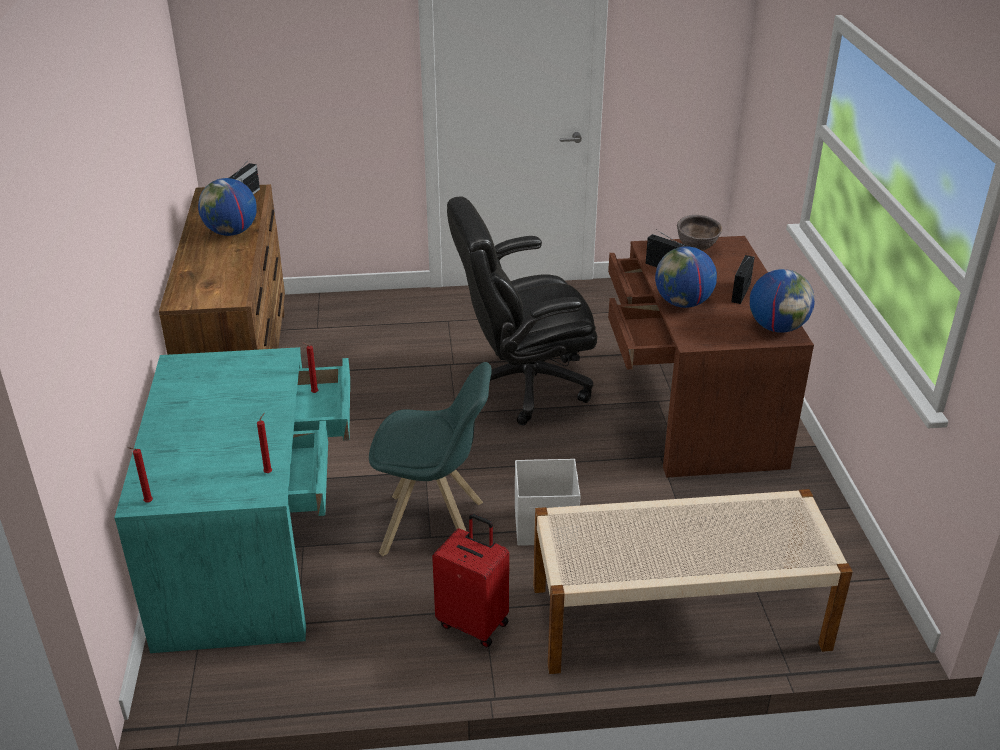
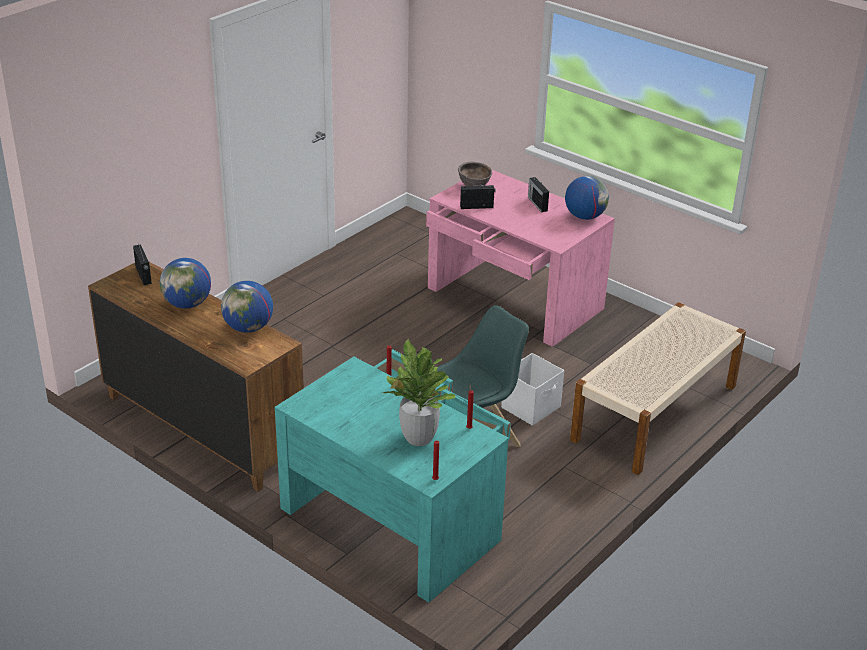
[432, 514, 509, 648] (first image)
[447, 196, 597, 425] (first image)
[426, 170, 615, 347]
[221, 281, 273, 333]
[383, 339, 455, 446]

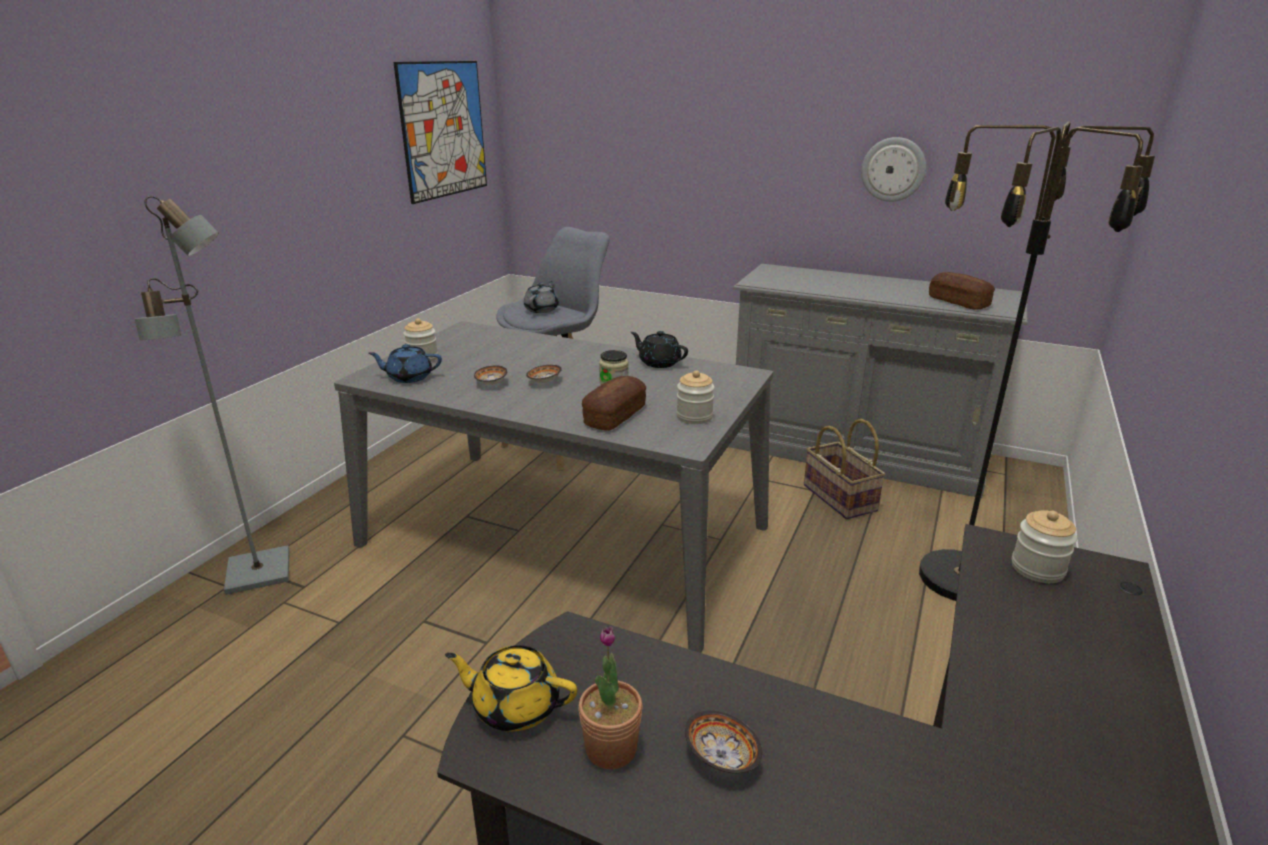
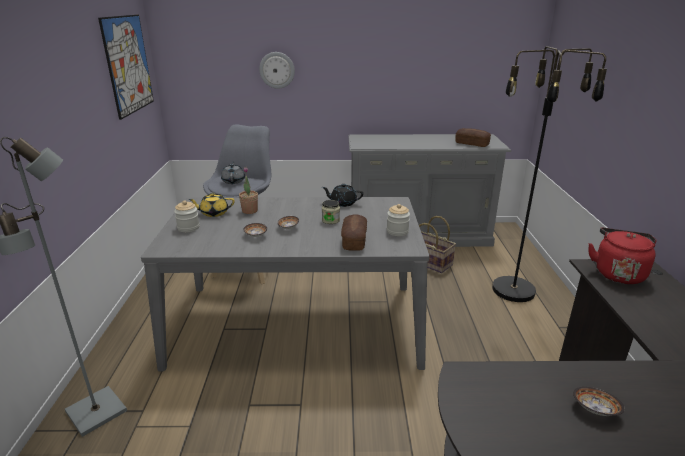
[368, 344, 442, 383] (first image)
[188, 193, 235, 217]
[239, 167, 258, 214]
[259, 52, 295, 89]
[588, 228, 656, 284]

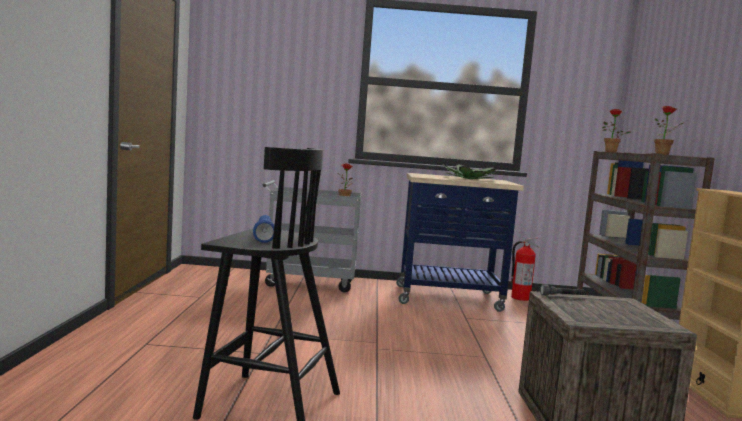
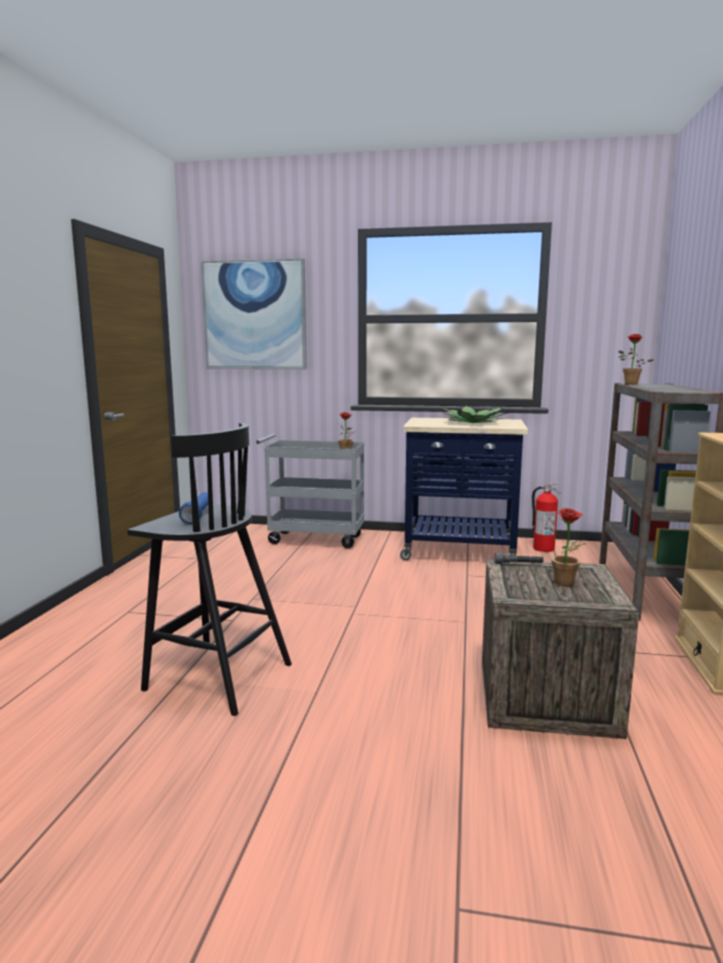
[550, 508, 586, 586]
[201, 258, 307, 369]

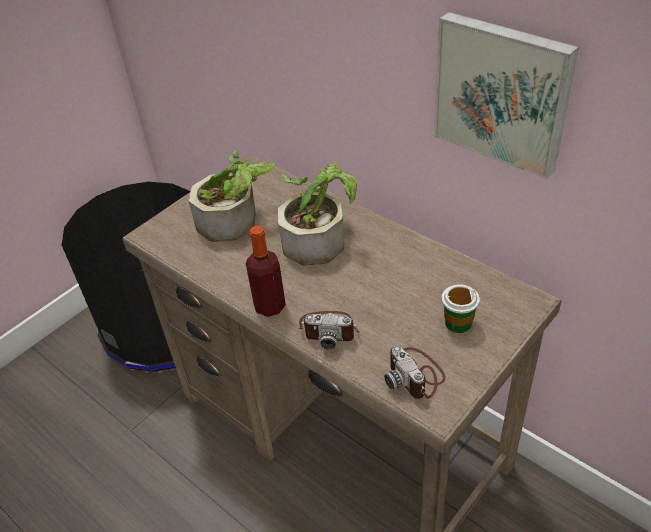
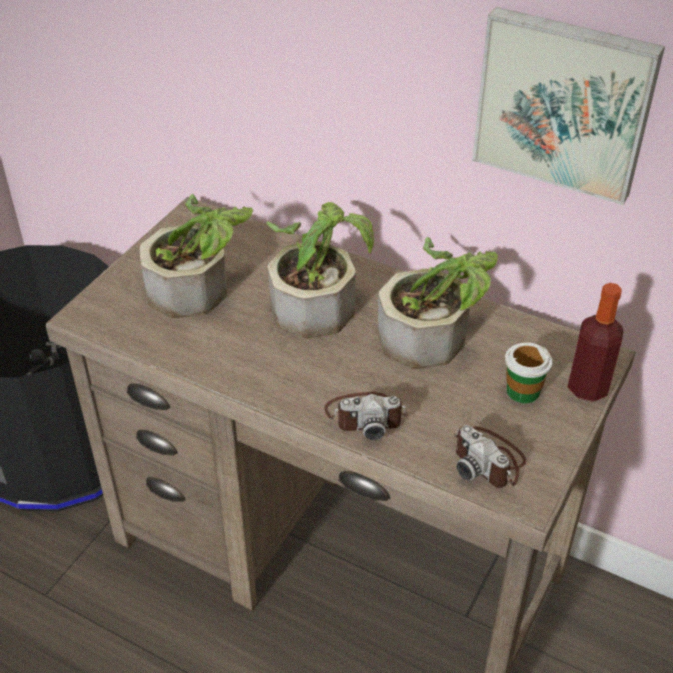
[568, 283, 623, 402]
[378, 237, 498, 369]

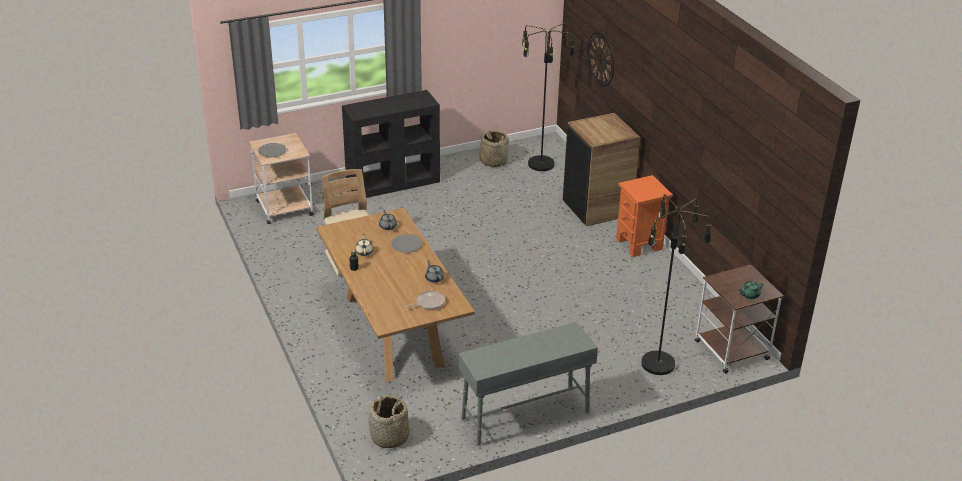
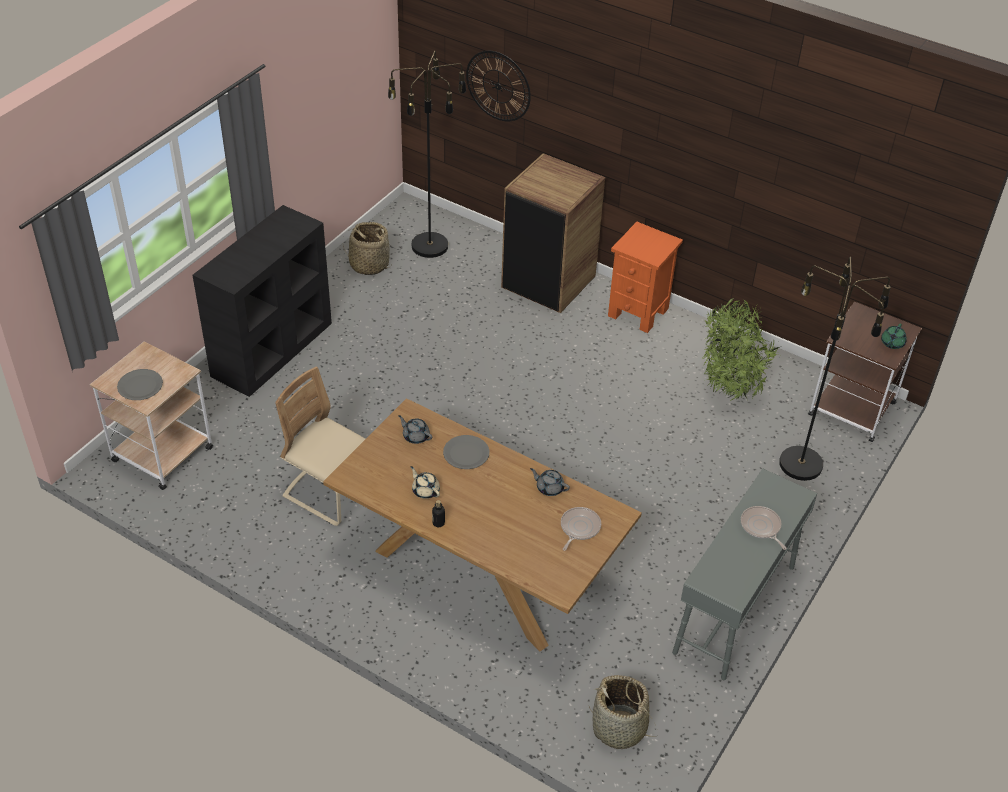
[703, 298, 779, 402]
[741, 506, 787, 550]

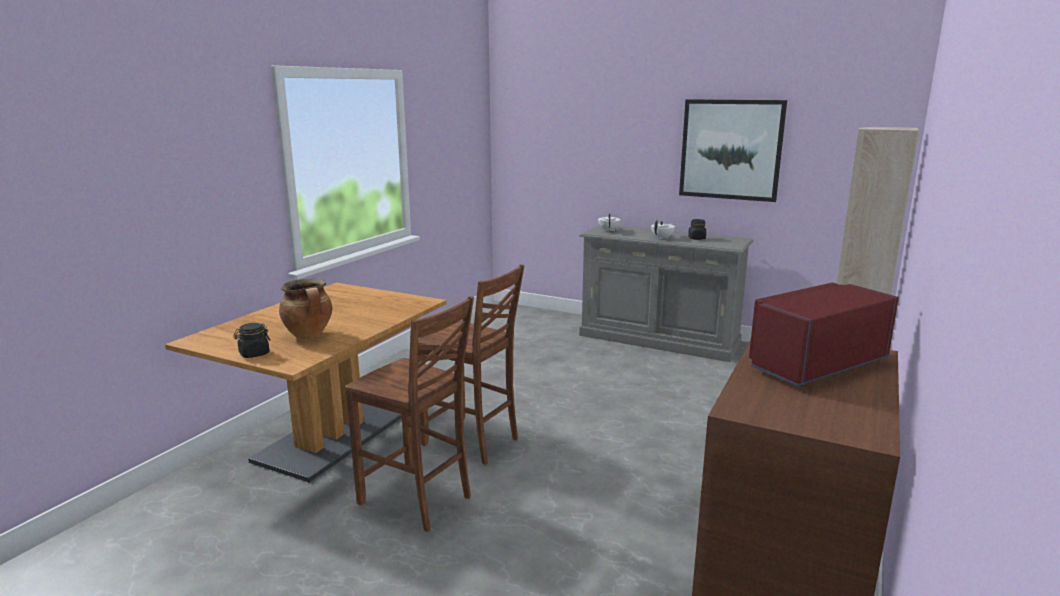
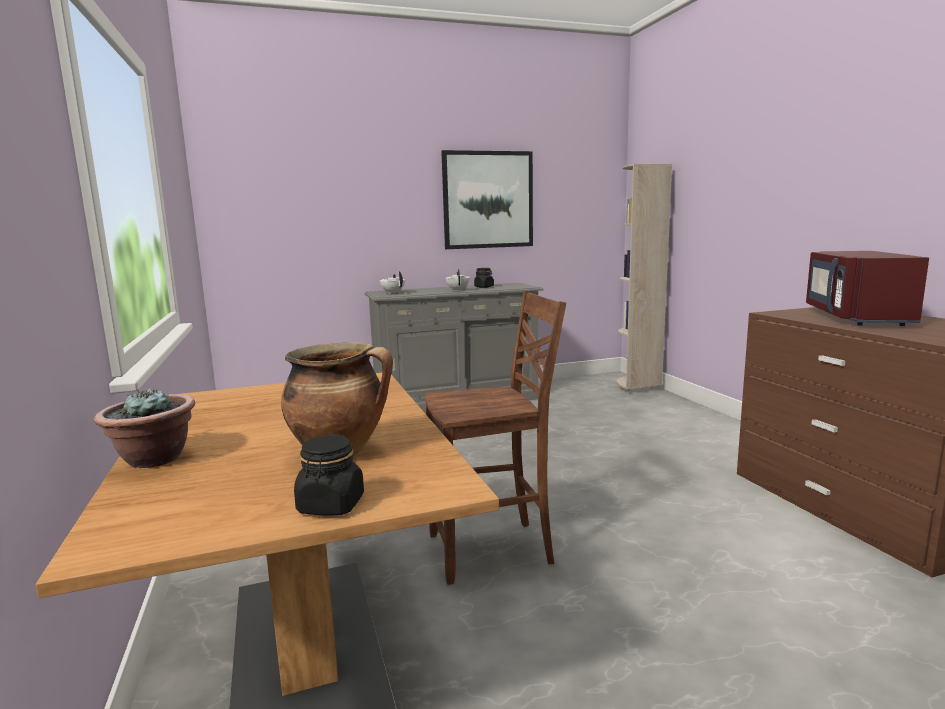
[345, 296, 474, 532] (first image)
[94, 388, 195, 468]

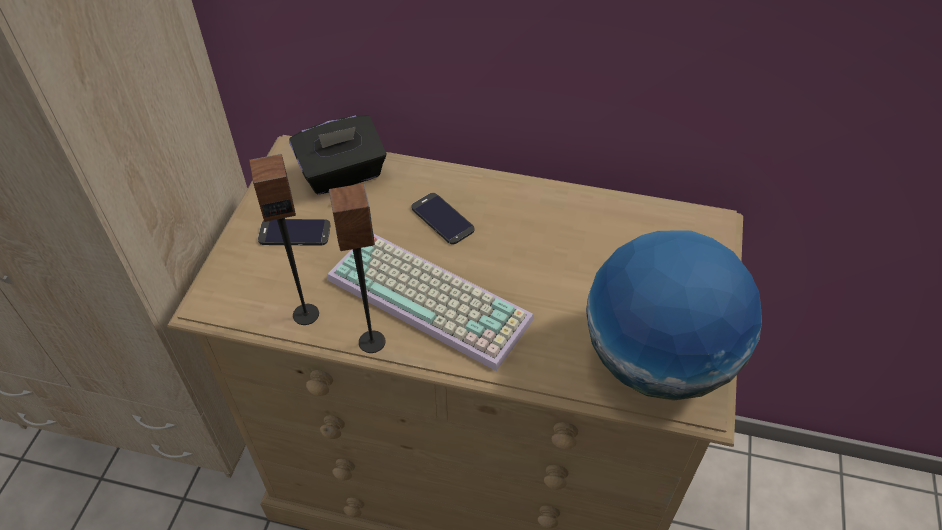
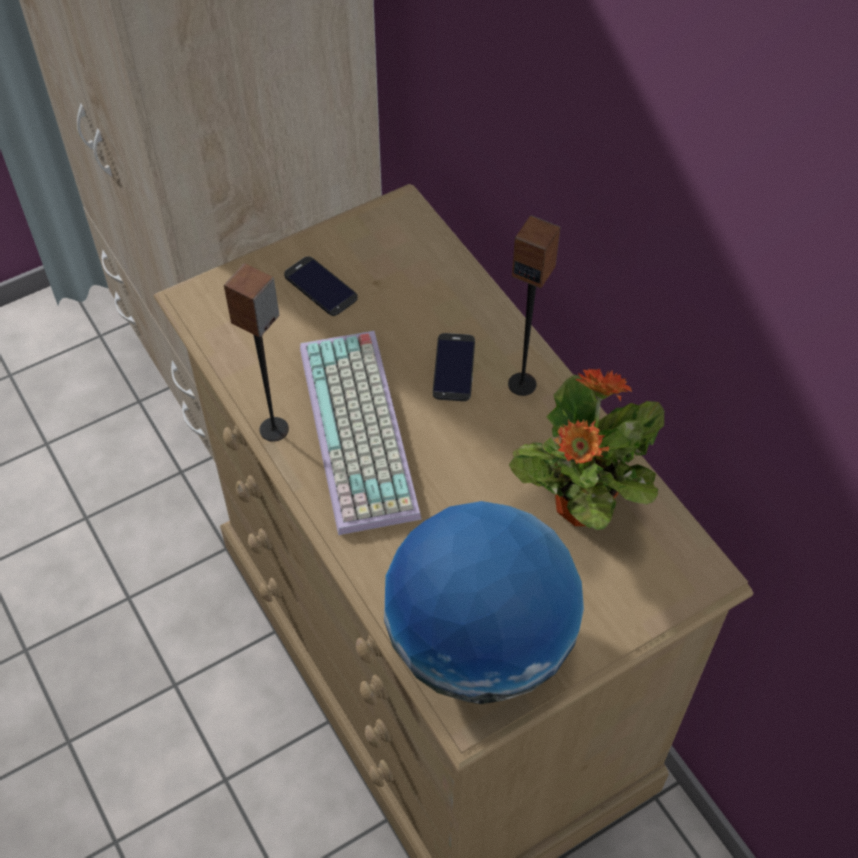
[508, 215, 560, 396]
[289, 115, 387, 195] (first image)
[509, 369, 664, 530]

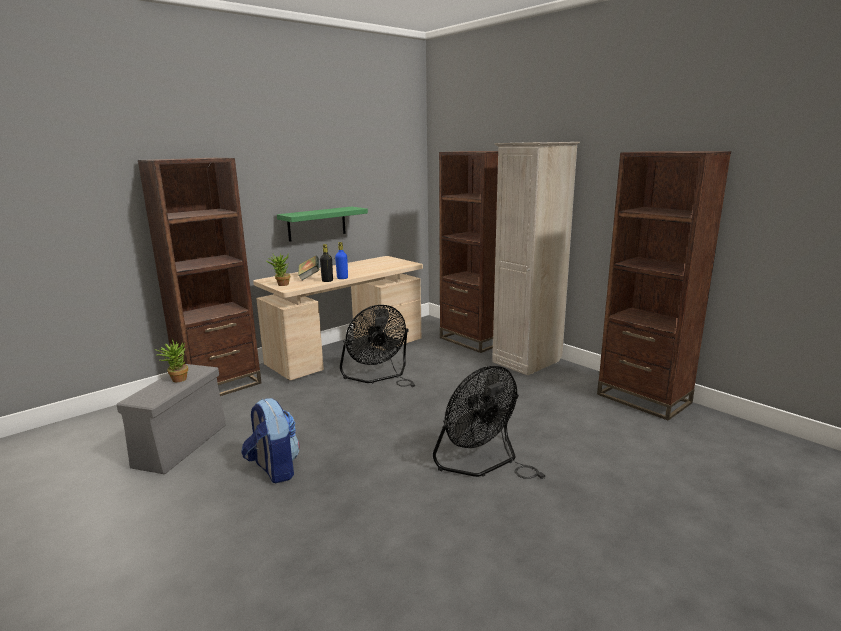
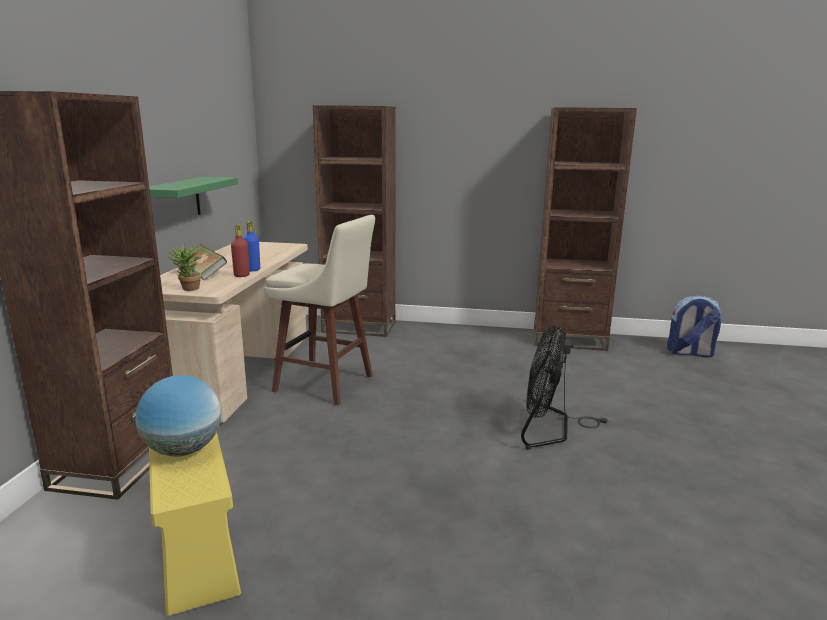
[149, 432, 241, 616]
[136, 375, 221, 456]
[667, 295, 721, 358]
[231, 225, 250, 277]
[264, 215, 375, 406]
[492, 142, 580, 375] (first image)

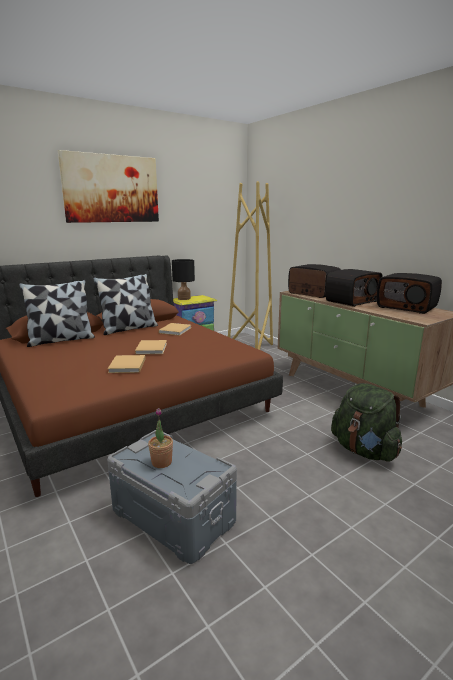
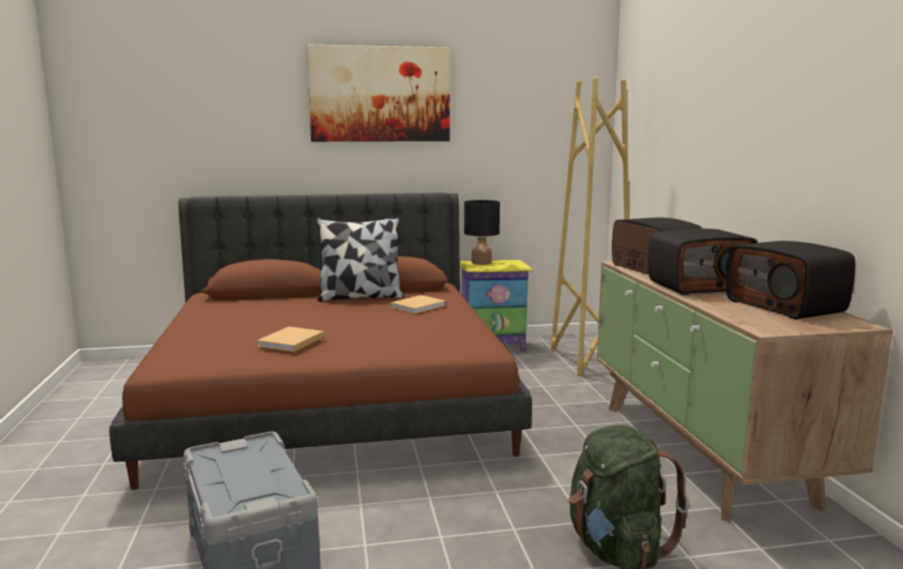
[19, 280, 95, 347] (first image)
[135, 340, 167, 354] (first image)
[148, 408, 173, 468] (first image)

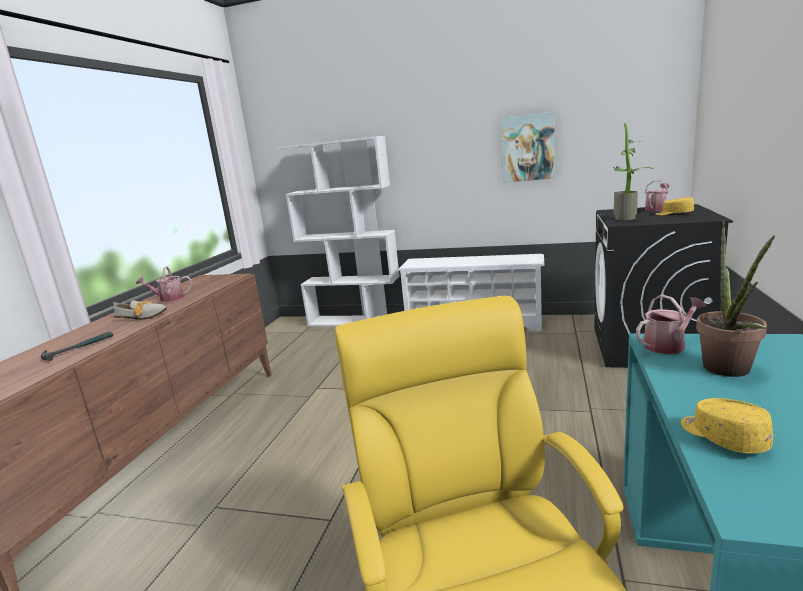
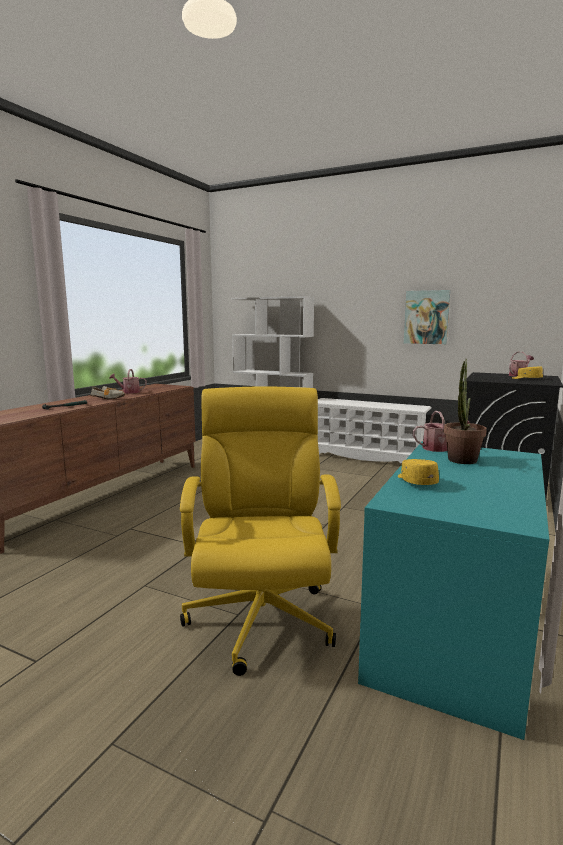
[613, 123, 654, 220] (first image)

